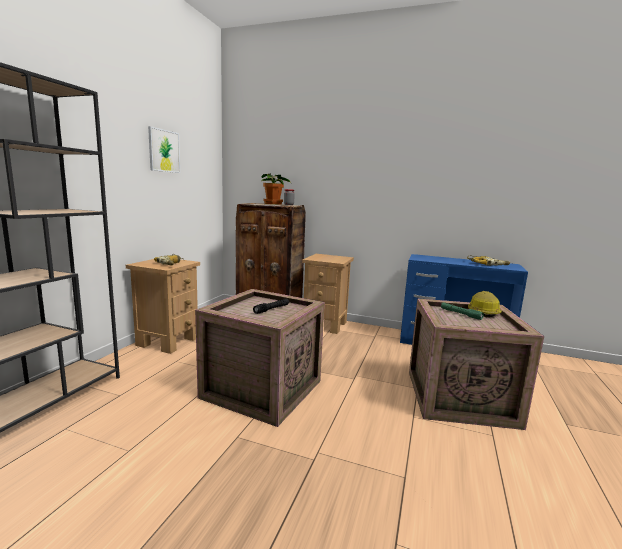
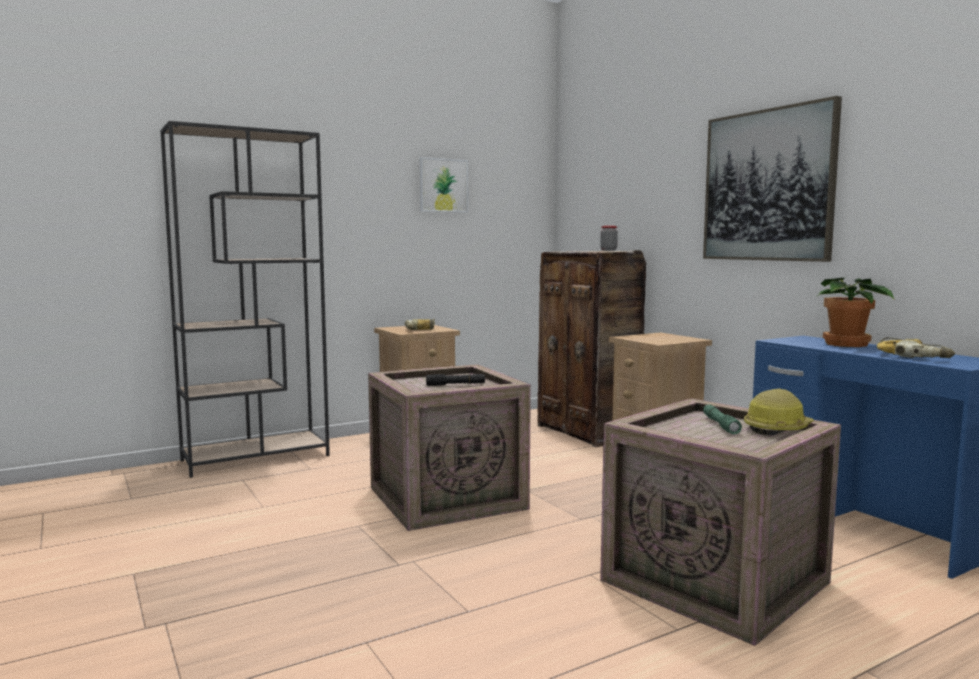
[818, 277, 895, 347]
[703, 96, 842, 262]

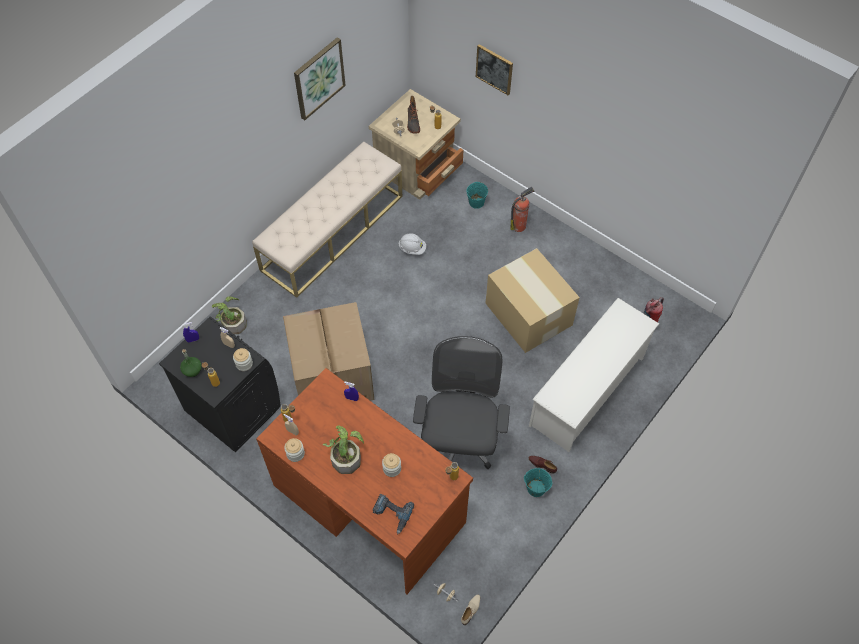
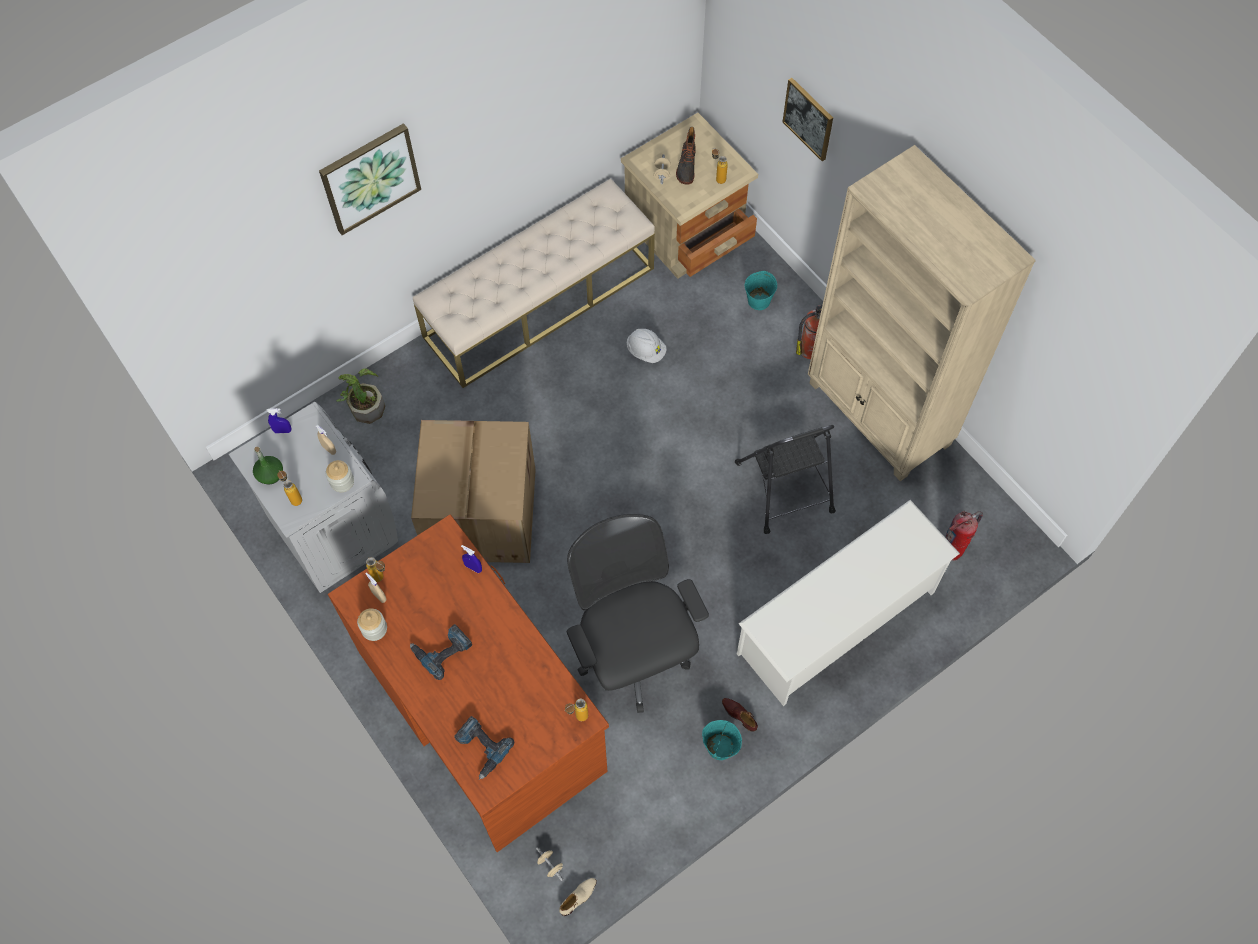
[229, 402, 398, 593]
[319, 123, 421, 235]
[410, 624, 472, 680]
[382, 453, 401, 477] (first image)
[567, 514, 709, 713]
[735, 425, 836, 534]
[808, 145, 1036, 481]

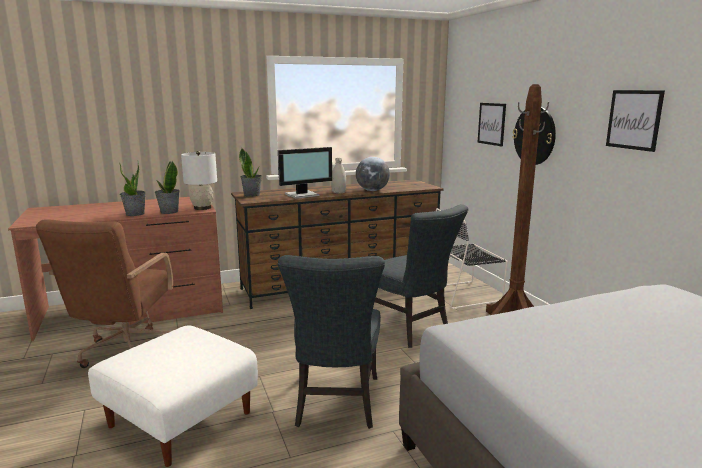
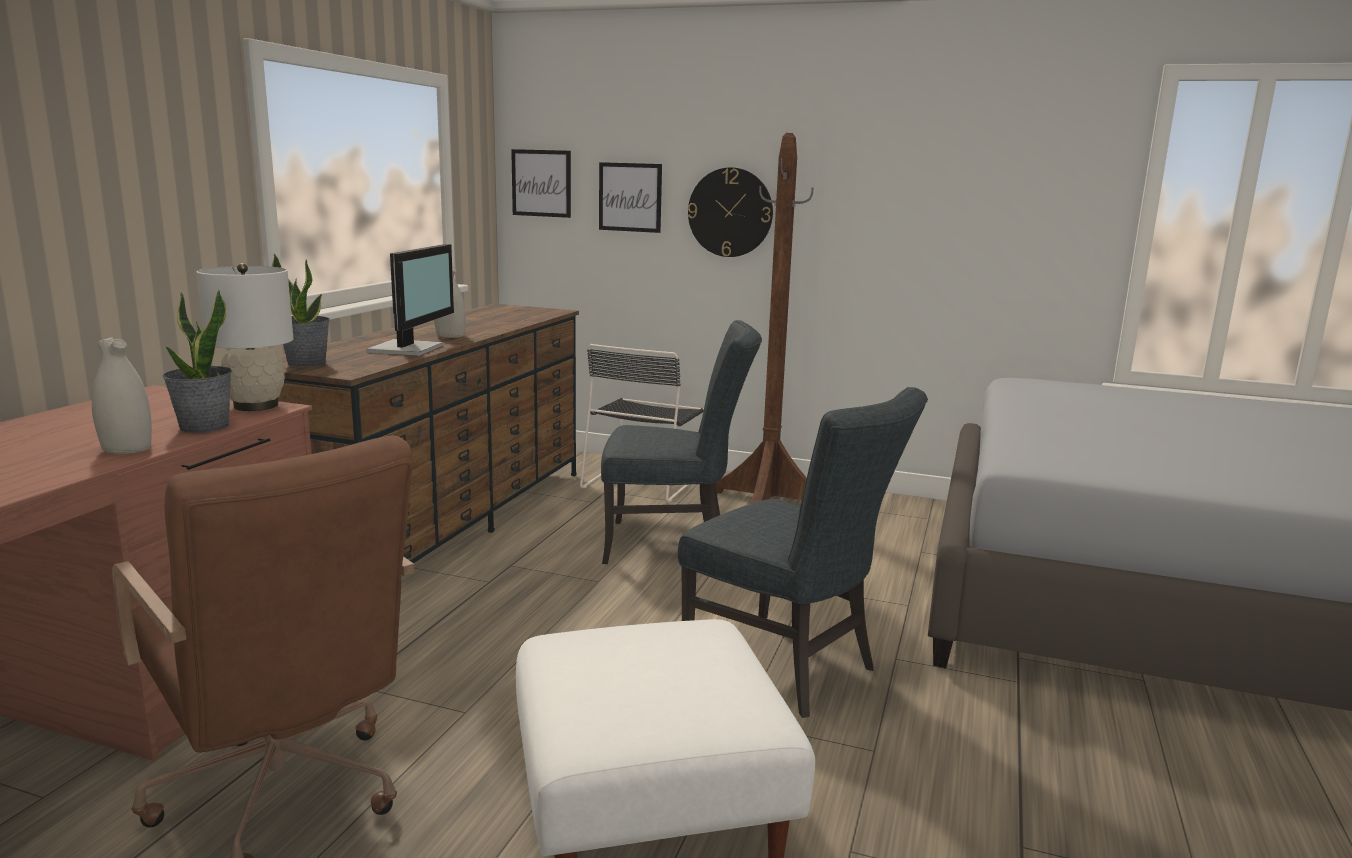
[92, 337, 152, 454]
[356, 157, 390, 191] (first image)
[511, 149, 571, 218]

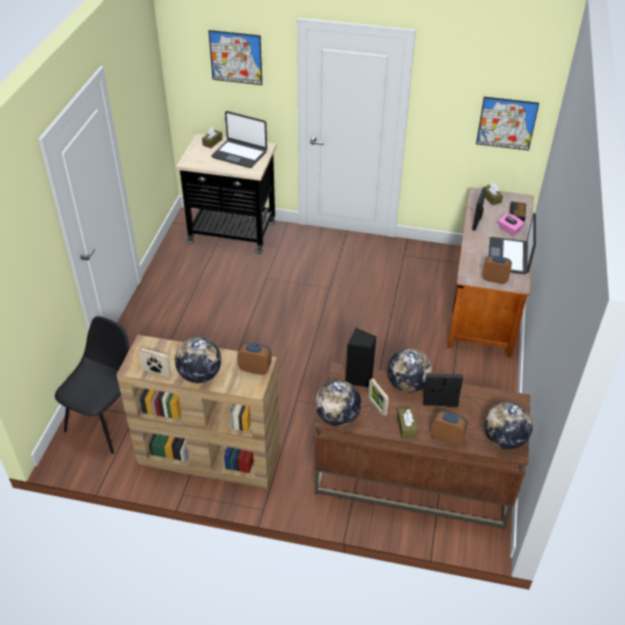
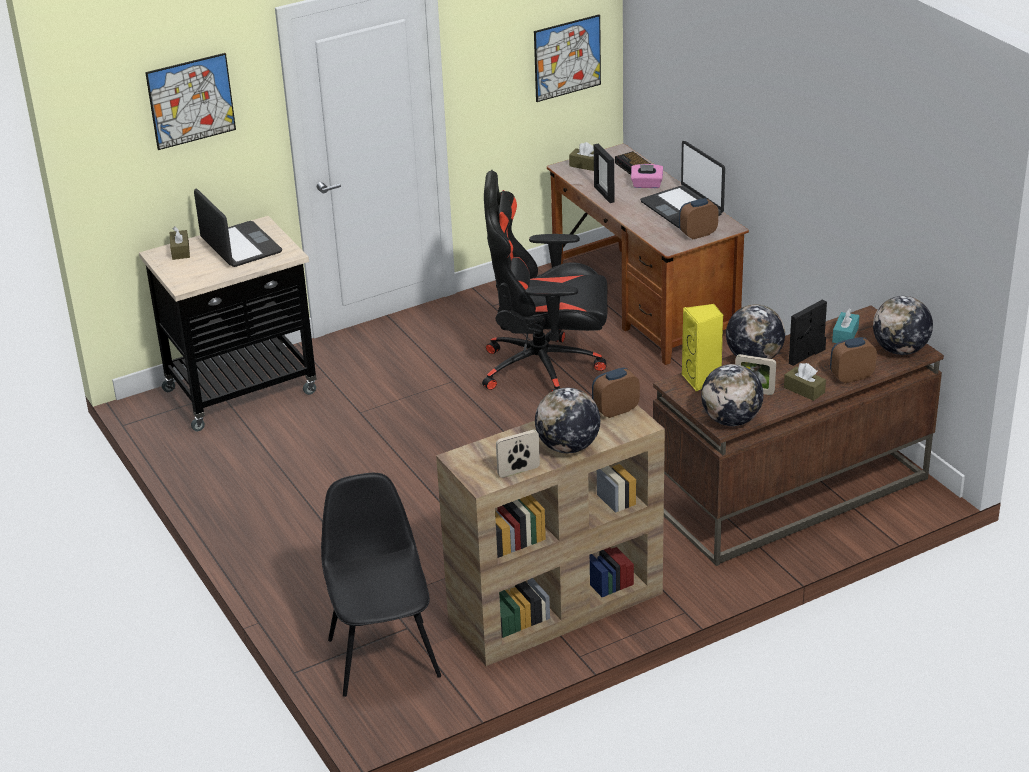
[194, 189, 282, 267]
[682, 304, 723, 391]
[482, 170, 607, 391]
[832, 308, 860, 343]

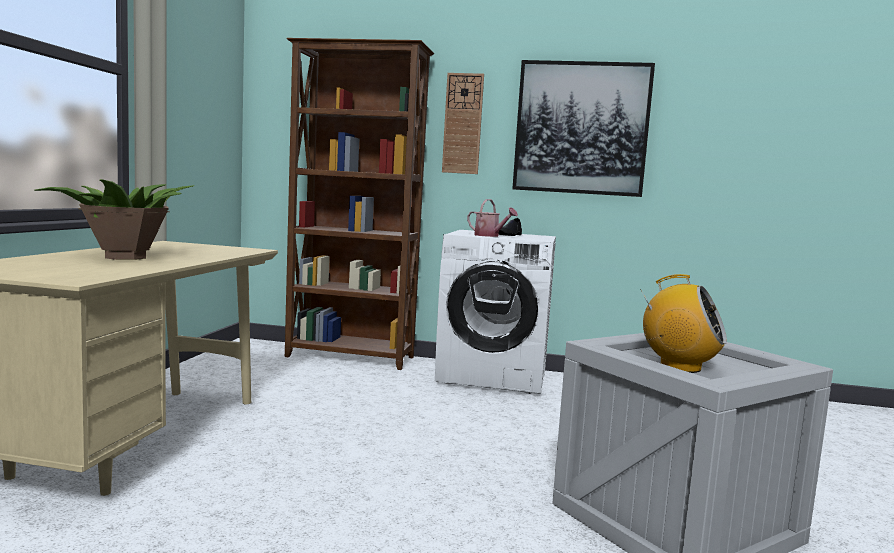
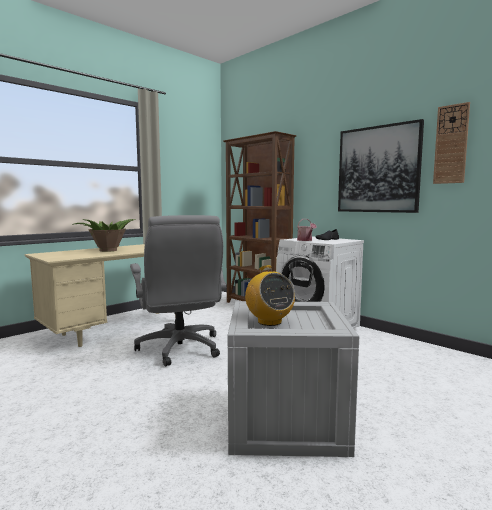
[433, 102, 470, 184]
[130, 215, 226, 366]

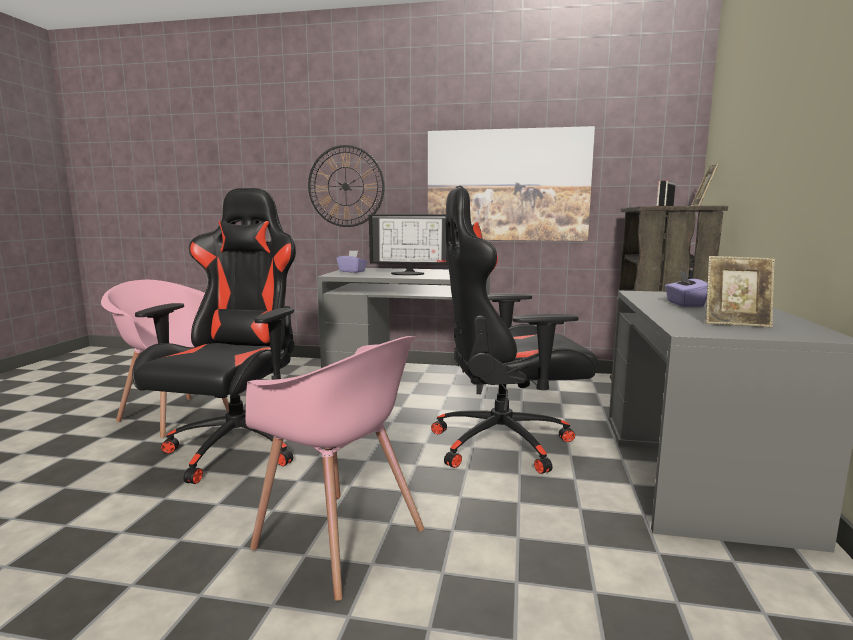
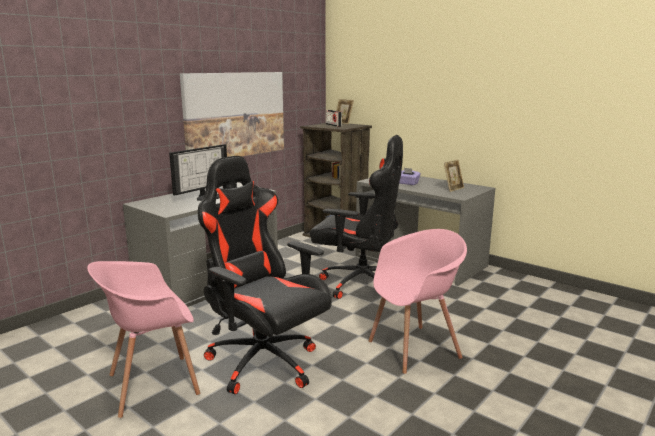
[308, 145, 385, 227] (first image)
[337, 250, 367, 273] (first image)
[310, 135, 403, 299]

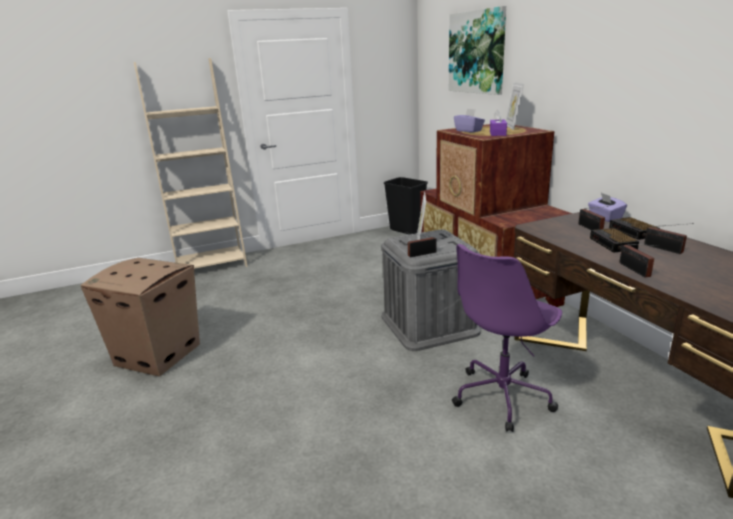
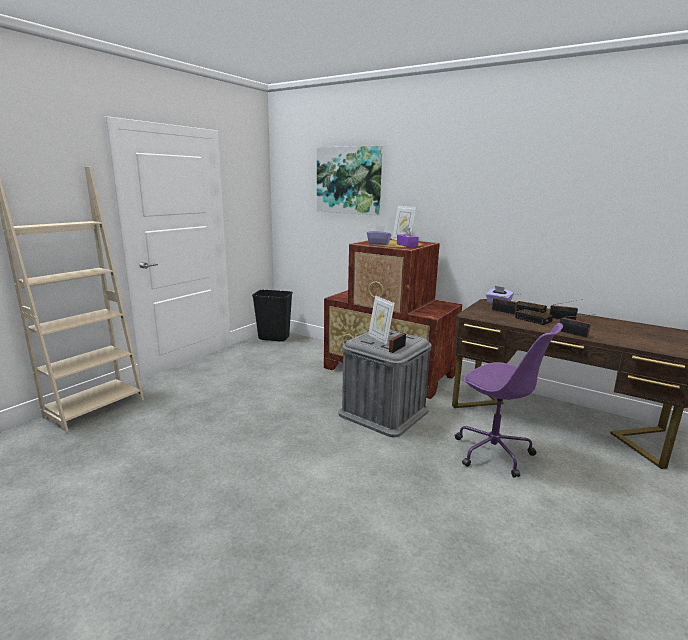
[81, 258, 200, 376] (first image)
[455, 323, 563, 477]

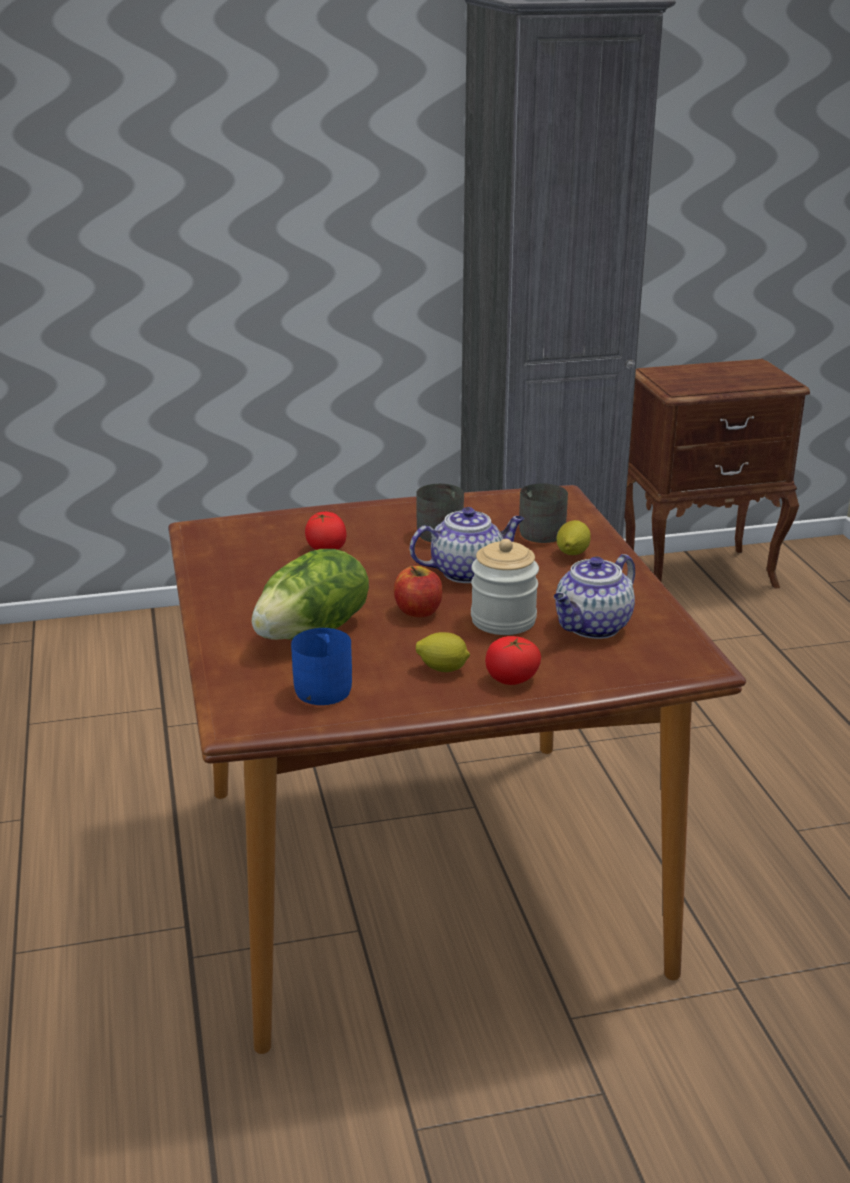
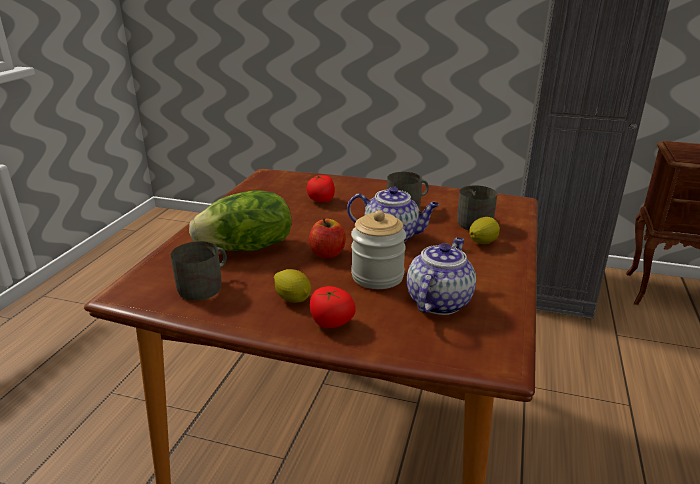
[171, 241, 227, 301]
[407, 237, 476, 315]

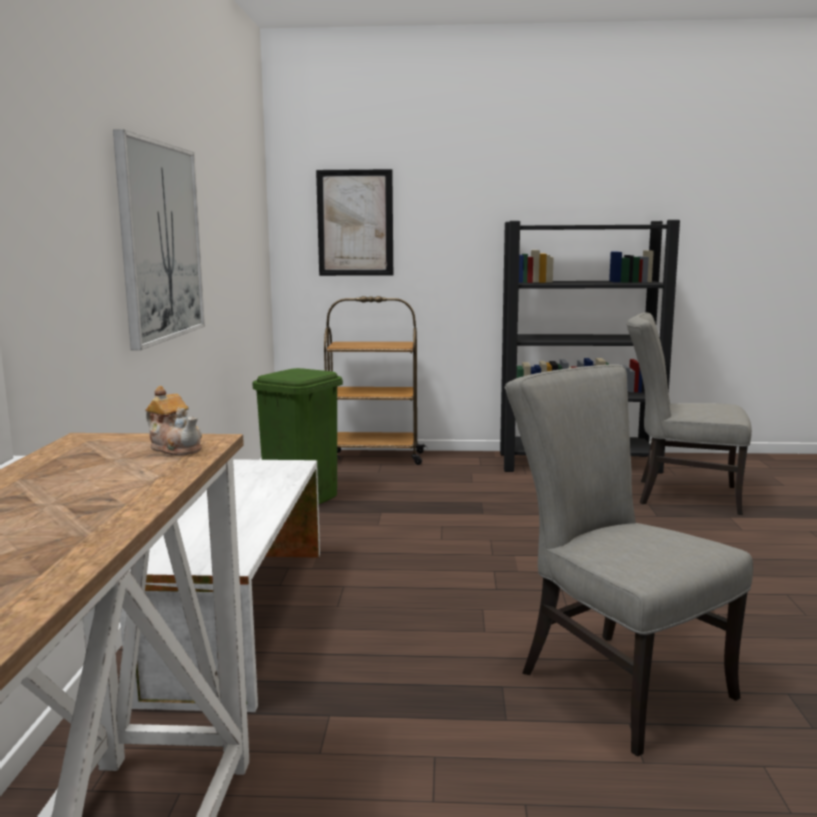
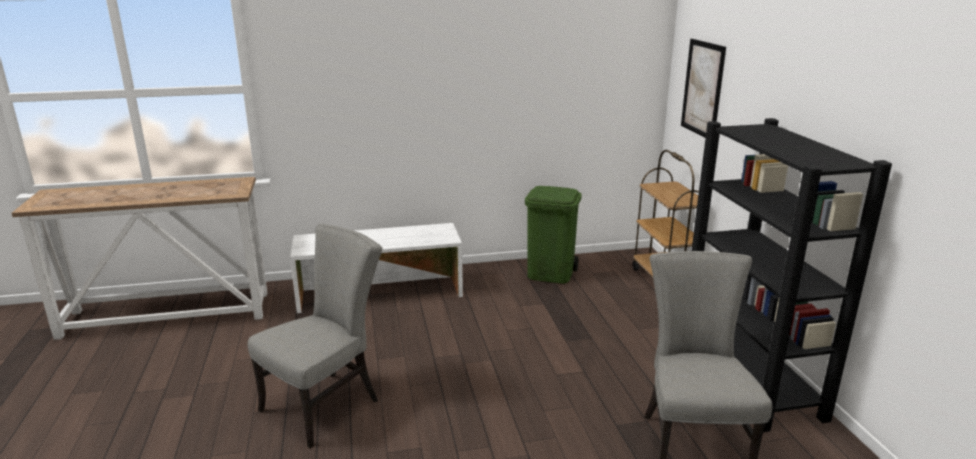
[113, 129, 205, 350] (first image)
[145, 386, 202, 456] (first image)

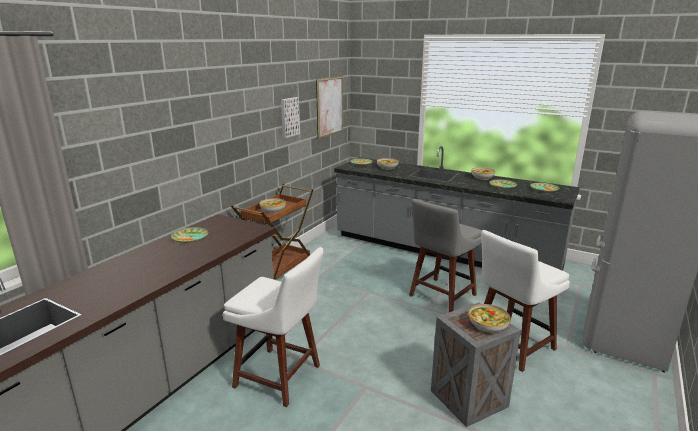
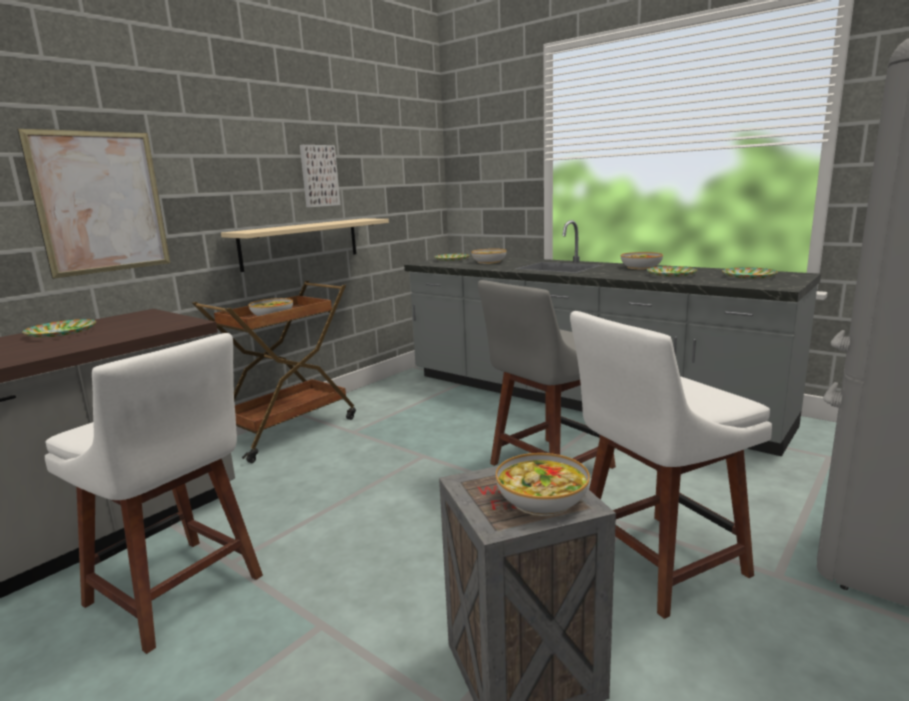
[17, 129, 170, 279]
[221, 219, 389, 272]

